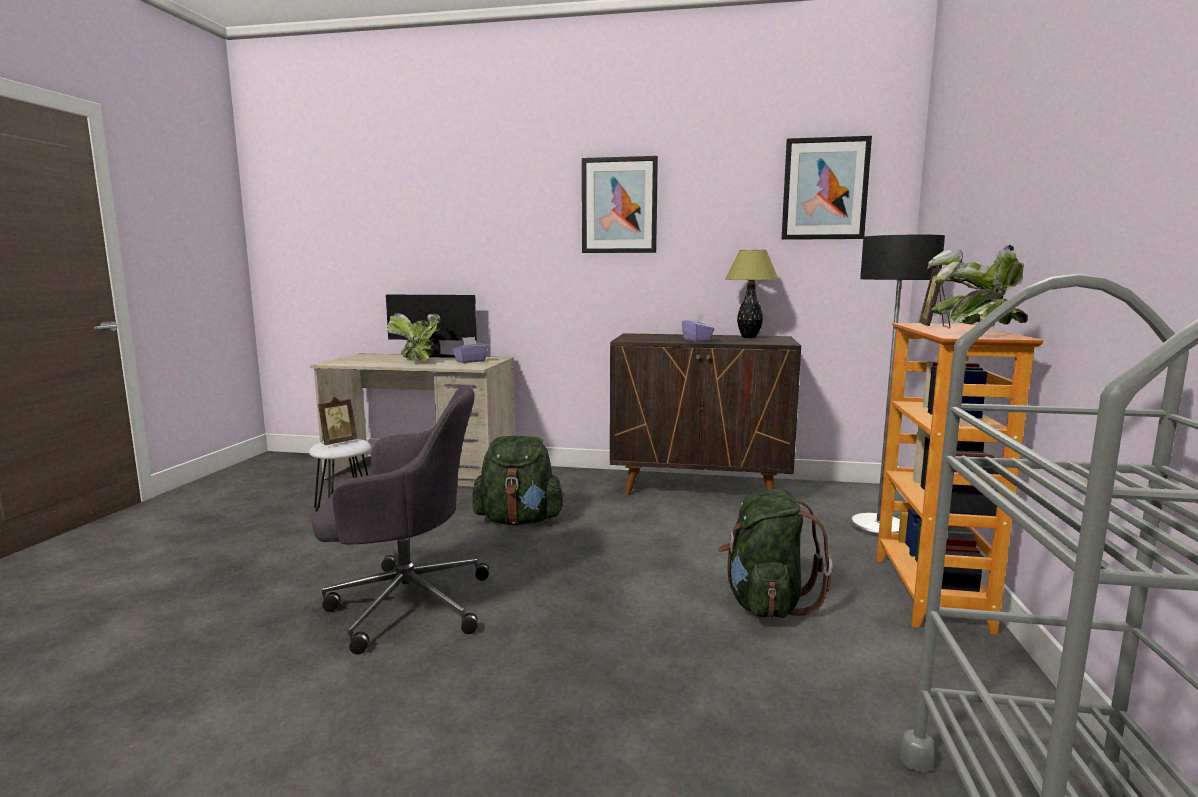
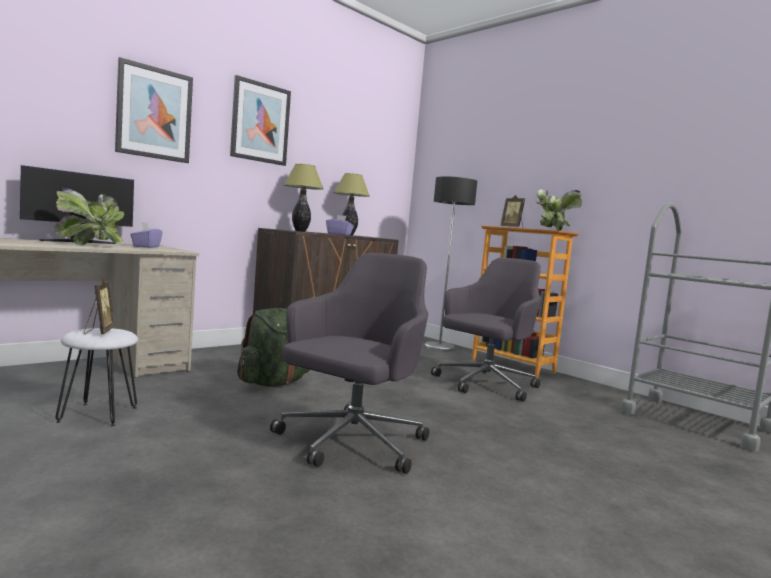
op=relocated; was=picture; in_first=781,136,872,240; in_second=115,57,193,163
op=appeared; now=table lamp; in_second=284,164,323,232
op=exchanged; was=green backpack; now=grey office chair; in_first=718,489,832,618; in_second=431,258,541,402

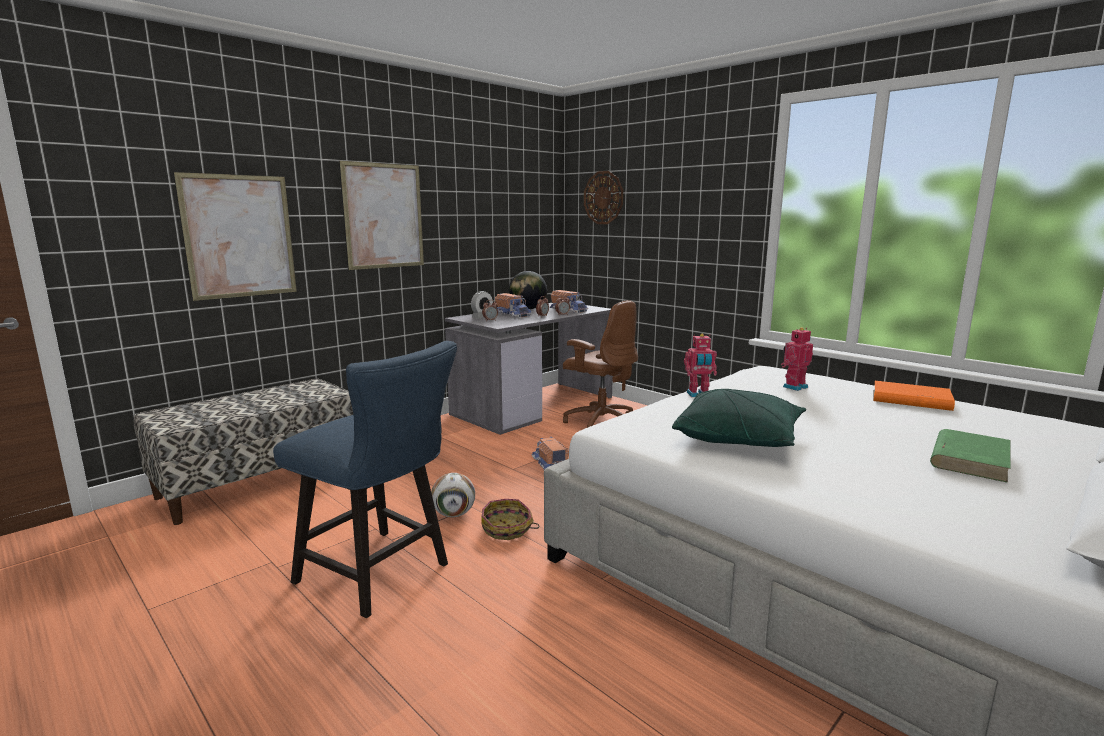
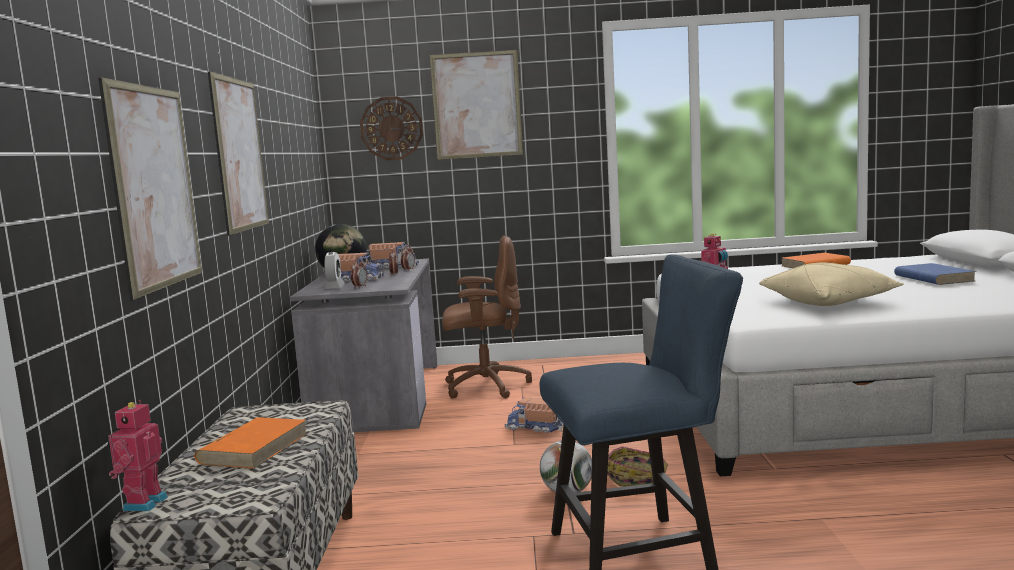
op=relocated; was=toy robot; in_first=781,328,813,391; in_second=108,400,168,511
op=appeared; now=orange book; in_second=195,417,308,469
op=appeared; now=picture; in_second=430,49,523,160
op=colour; was=green pillow; now=beige pillow; in_first=672,389,806,447; in_second=759,262,904,306
op=colour; was=green book; now=blue book; in_first=930,429,1011,483; in_second=894,263,976,285

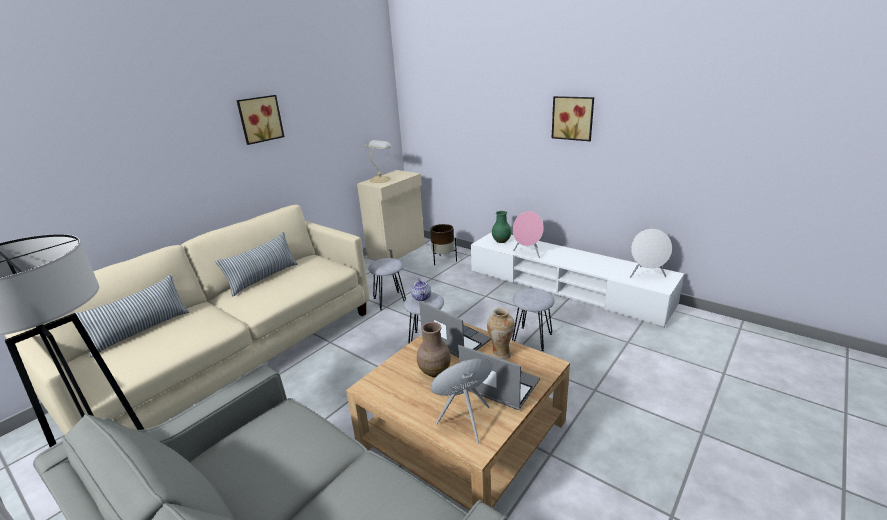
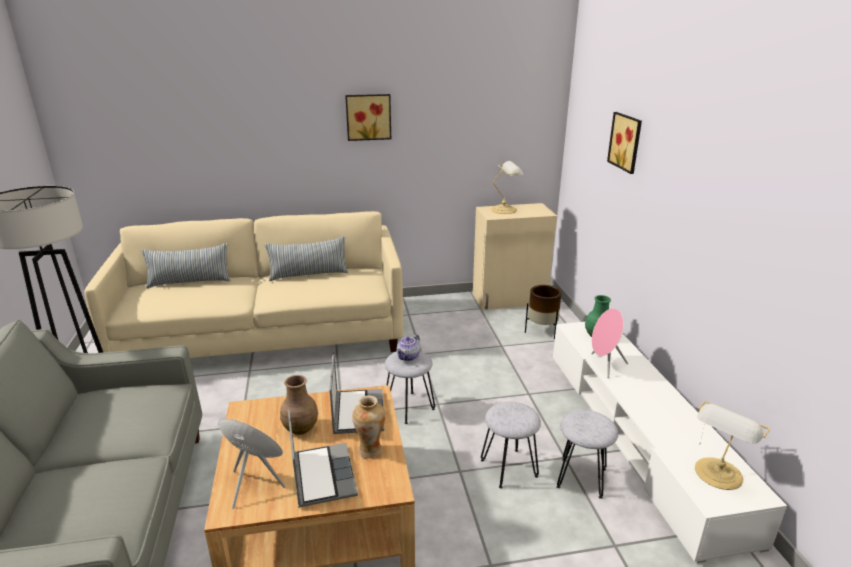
op=relocated; was=grey stool; in_first=368,258,406,310; in_second=557,410,618,499
op=relocated; was=picture; in_first=552,96,594,141; in_second=607,112,642,174
op=exchanged; was=white speaker; now=table lamp; in_first=630,228,672,278; in_second=695,401,770,490

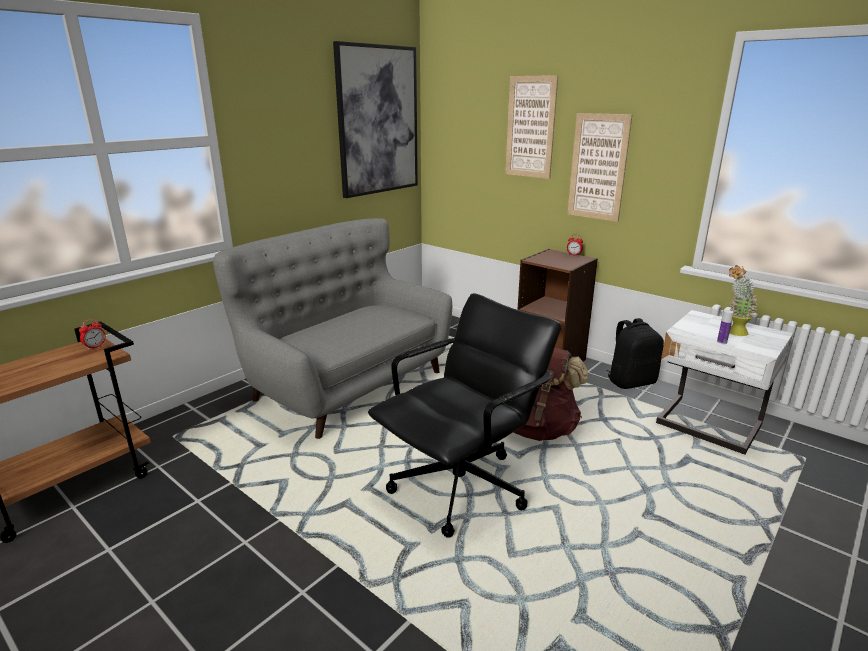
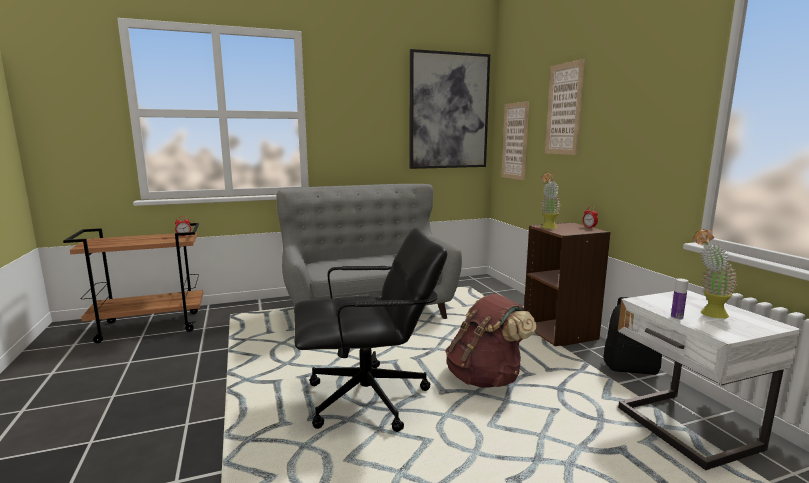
op=relocated; was=picture; in_first=567,113,632,222; in_second=501,101,529,180
op=appeared; now=potted plant; in_second=541,172,561,229

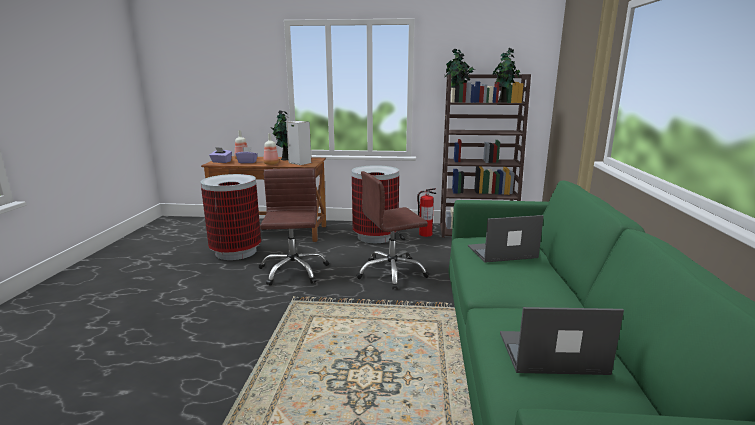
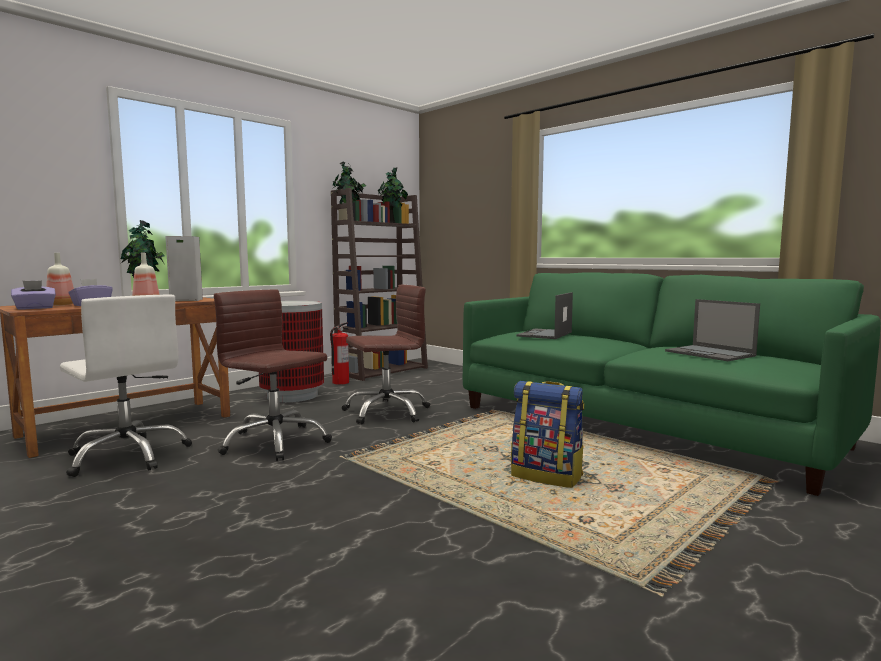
op=exchanged; was=trash can; now=white office chair; in_first=201,174,261,260; in_second=60,295,192,477
op=spun; was=brown office chair; in_first=356,171,429,289; in_second=342,285,430,424; clockwise=-135
op=appeared; now=backpack; in_second=511,381,584,488
op=spun; was=laptop; in_first=500,307,624,375; in_second=665,299,760,361; clockwise=-75

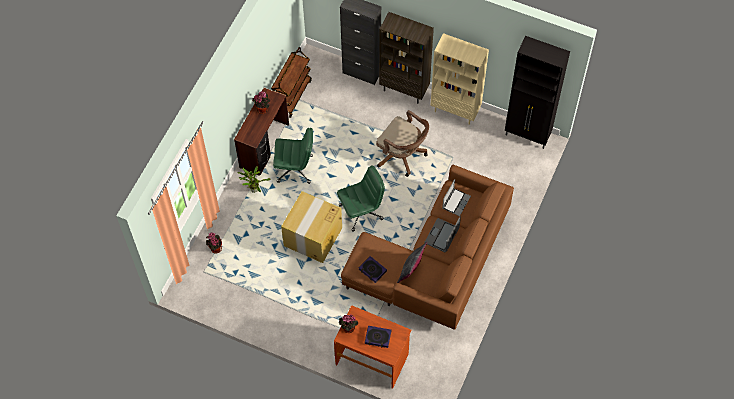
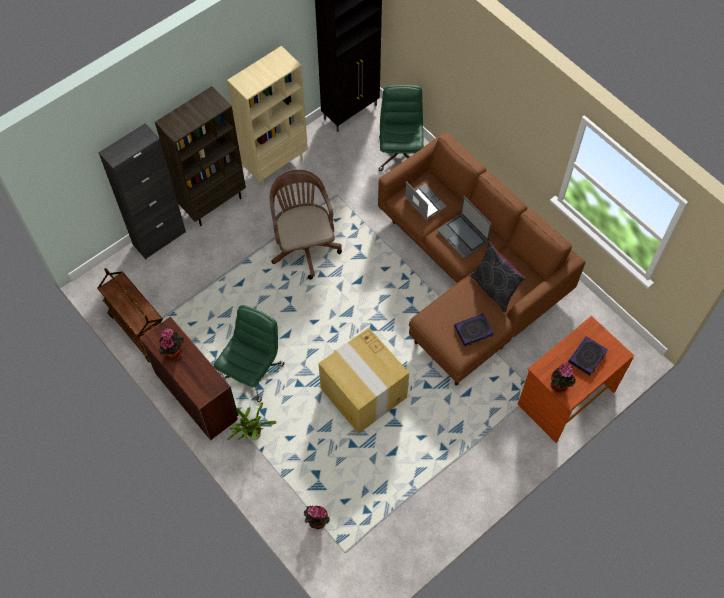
op=spun; was=brown office chair; in_first=376,110,429,177; in_second=270,170,342,280; clockwise=-75
op=relocated; was=green office chair; in_first=337,166,385,232; in_second=379,85,424,171

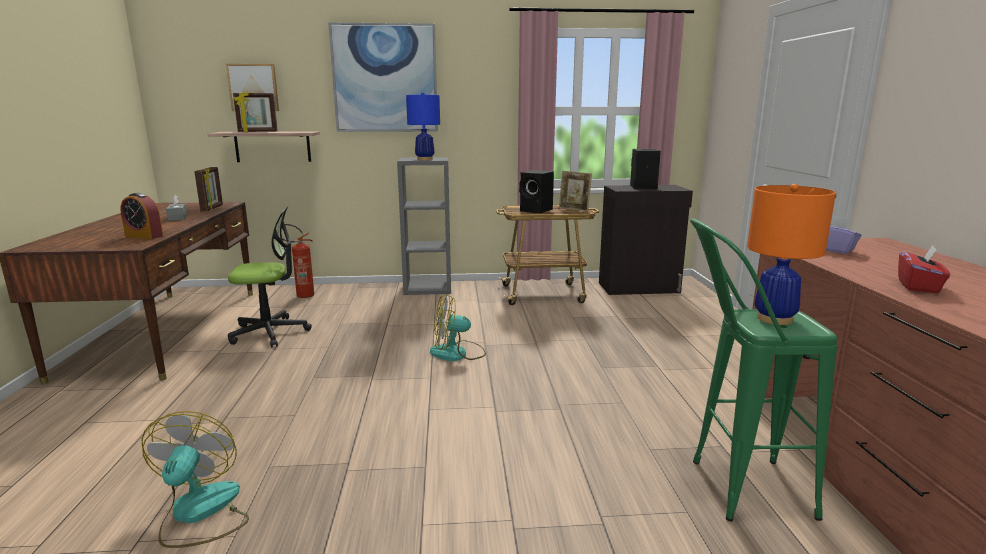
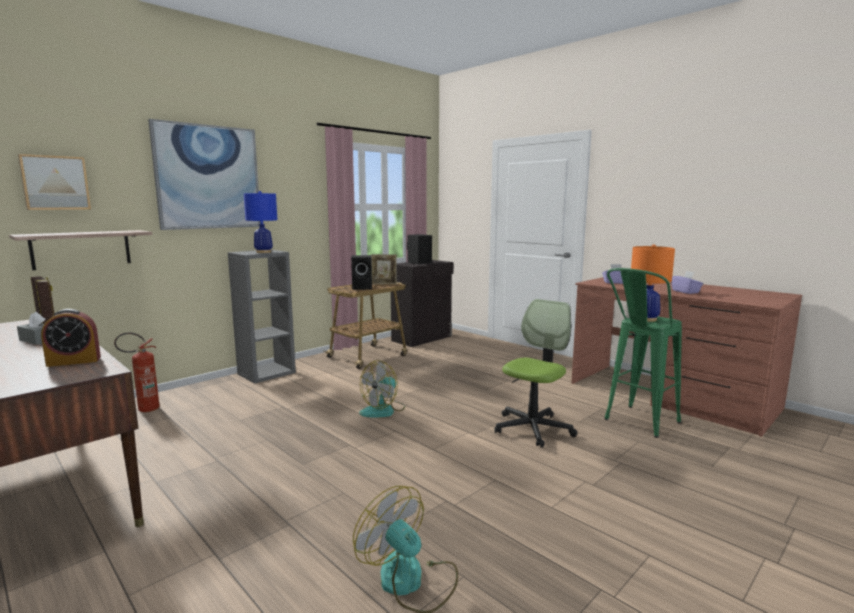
op=relocated; was=office chair; in_first=228,206,312,347; in_second=494,299,577,447
op=colour; was=red tissue box; now=purple tissue box; in_first=898,245,950,293; in_second=671,271,703,294
op=missing; was=picture frame; in_first=233,91,278,132

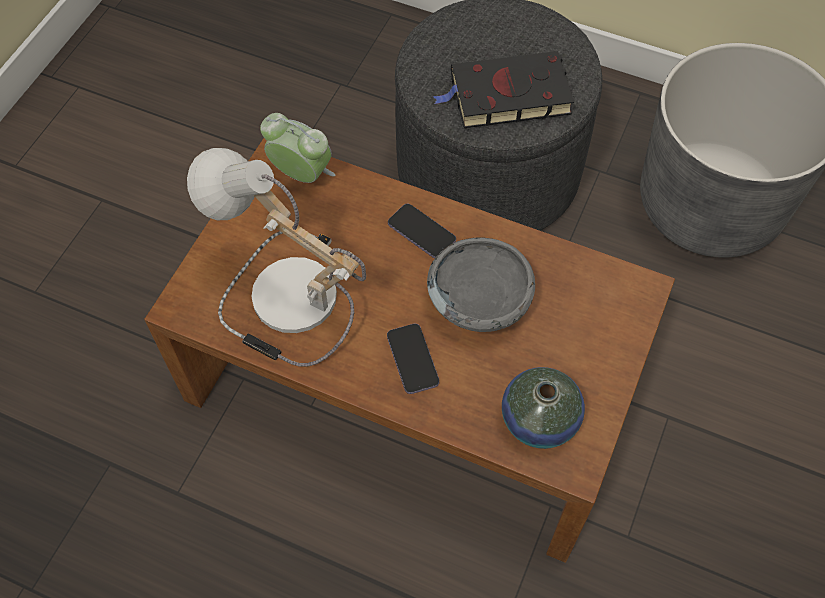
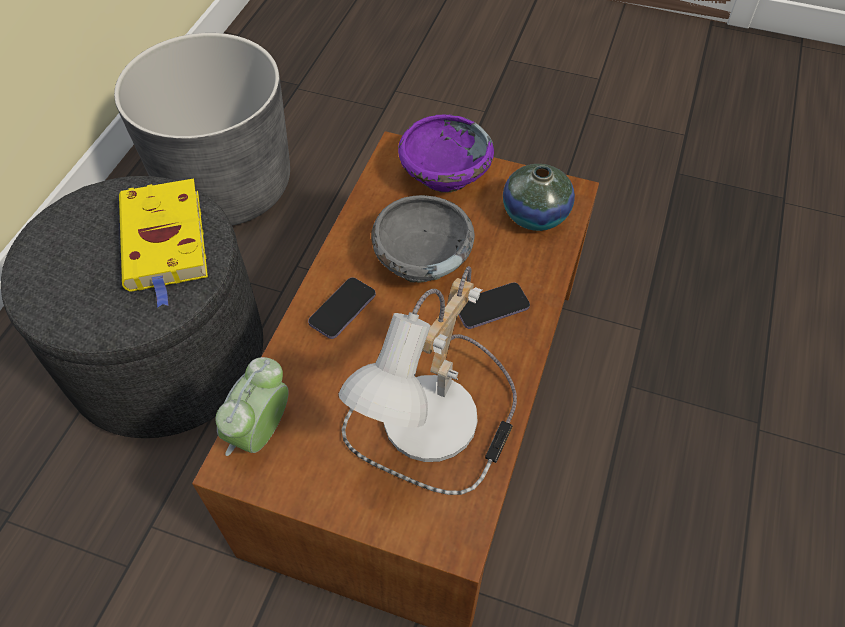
op=colour; was=black book; now=yellow book; in_first=434,51,574,128; in_second=119,178,208,308
op=appeared; now=purple bowl; in_second=398,114,494,193

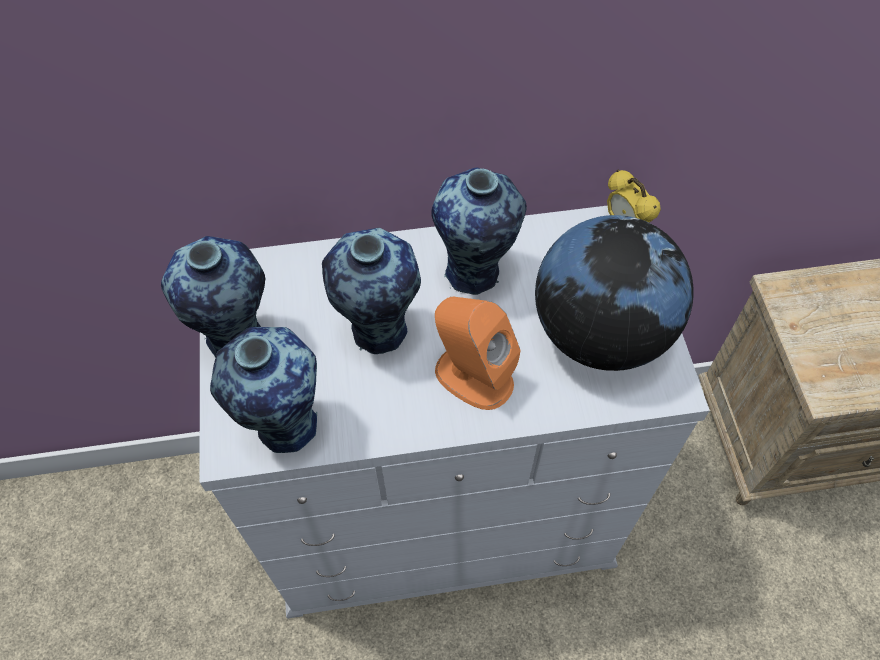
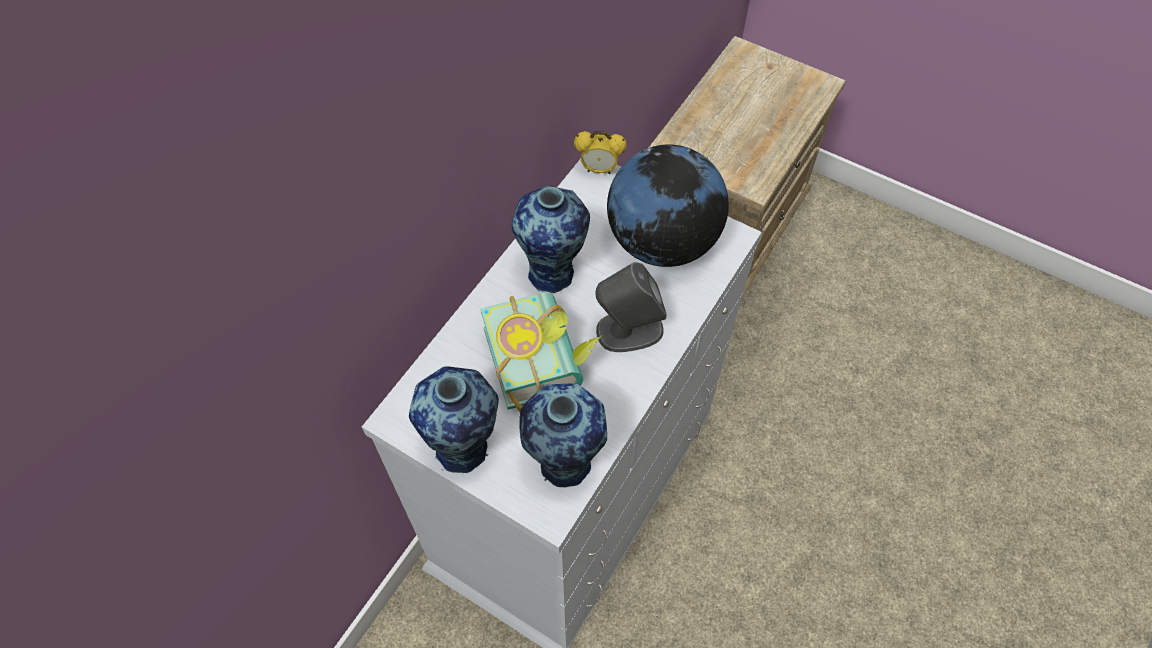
op=exchanged; was=vase; now=book; in_first=322,228,421,354; in_second=481,292,603,412
op=colour; was=orange speaker; now=grey speaker; in_first=435,297,521,410; in_second=595,262,667,352

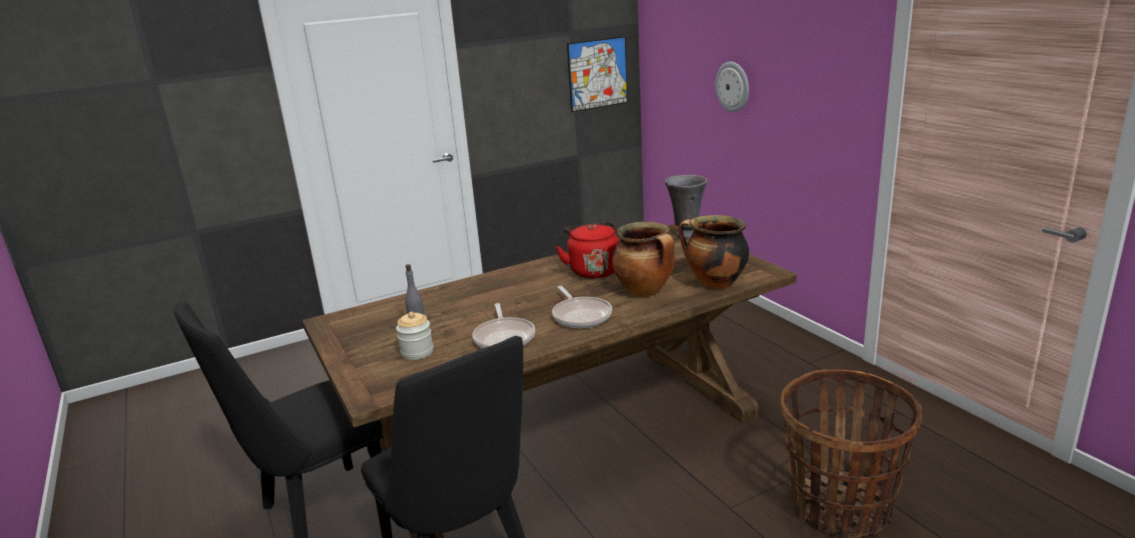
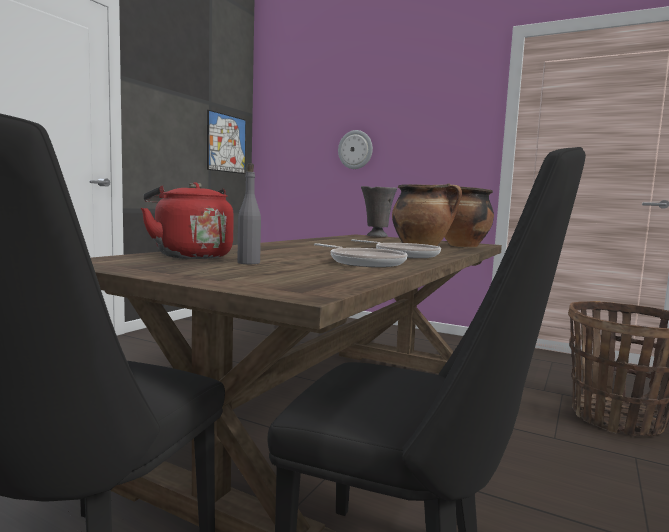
op=relocated; was=red kettle; in_first=556,222,619,279; in_second=141,182,234,259
op=missing; was=jar; in_first=396,312,433,360

